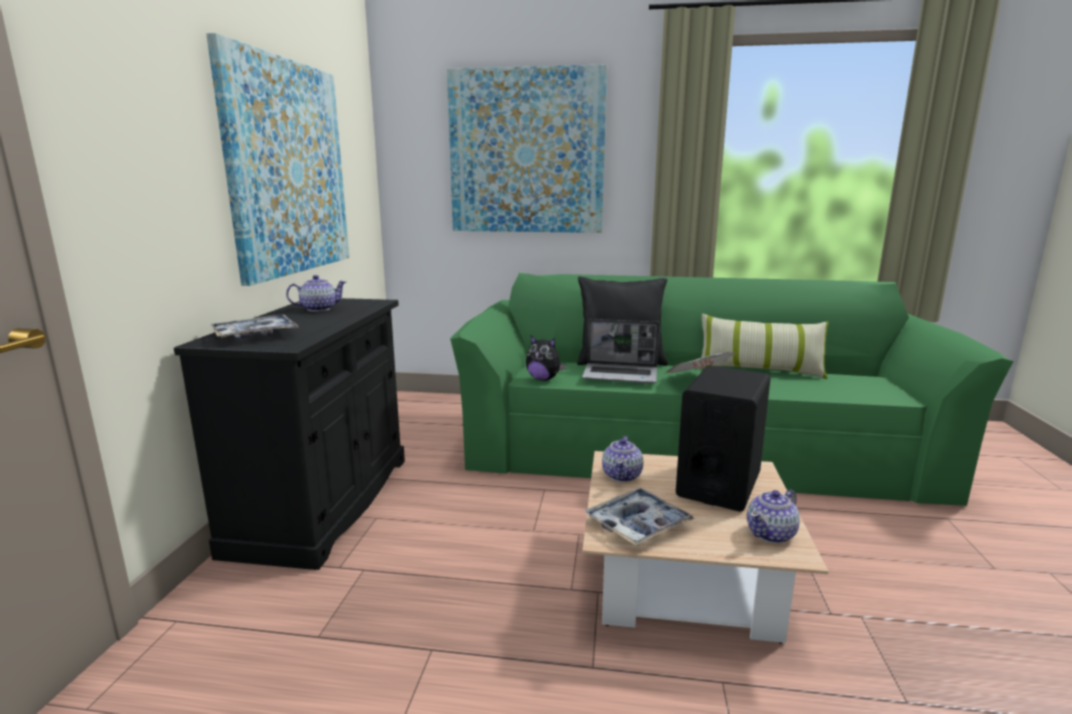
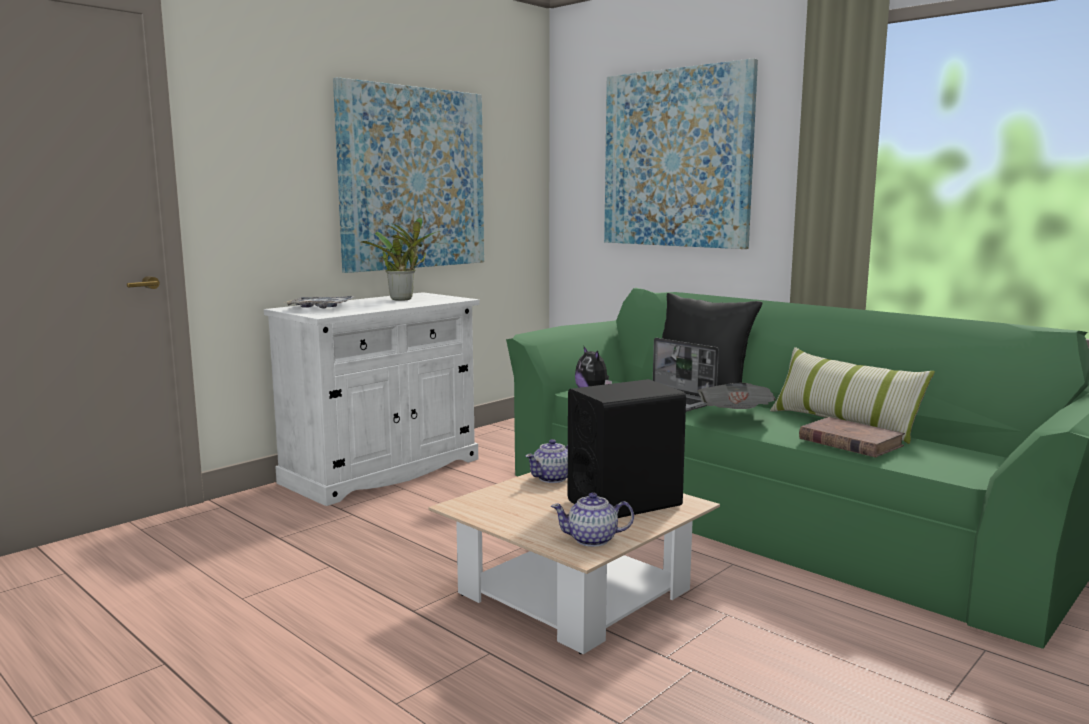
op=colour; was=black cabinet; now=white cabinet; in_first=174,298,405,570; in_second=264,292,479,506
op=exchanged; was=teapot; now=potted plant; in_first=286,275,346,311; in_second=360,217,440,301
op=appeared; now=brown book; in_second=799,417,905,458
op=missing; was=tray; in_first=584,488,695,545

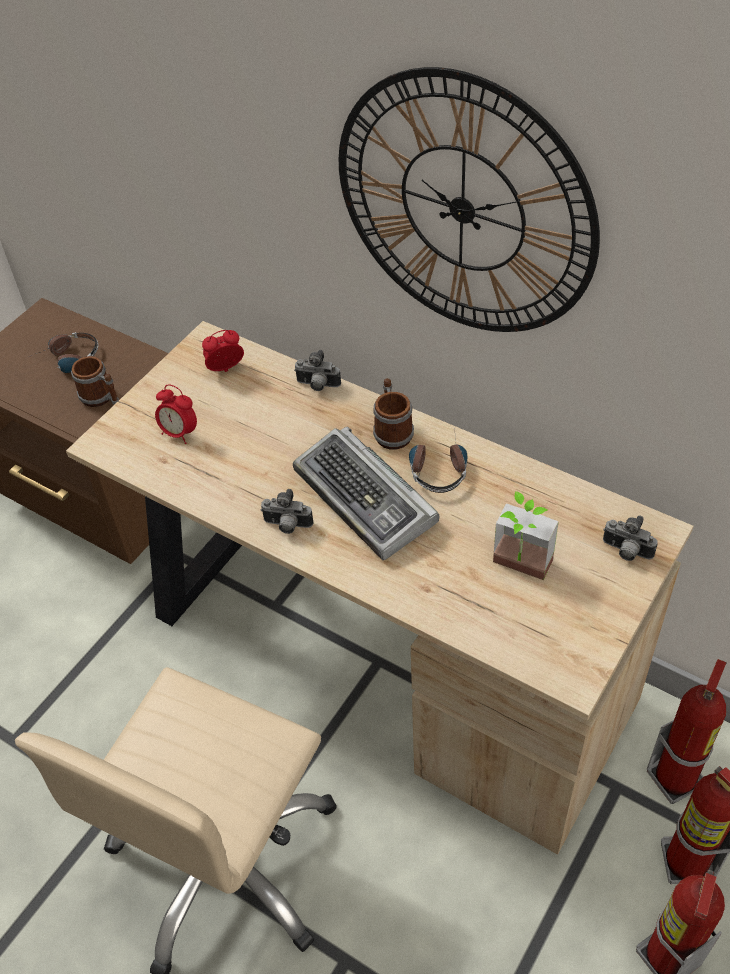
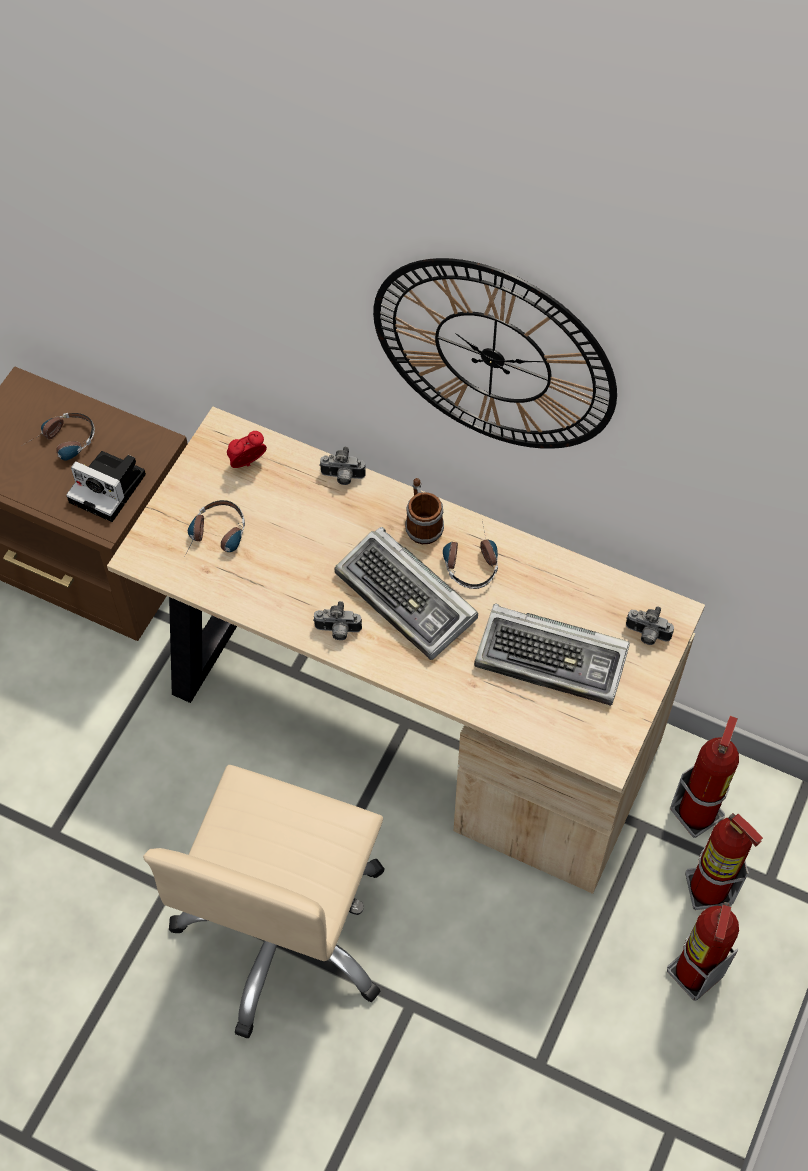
op=exchanged; was=mug; now=photo camera; in_first=71,356,119,407; in_second=66,451,146,522
op=exchanged; was=alarm clock; now=headphones; in_first=155,384,197,444; in_second=183,500,245,560
op=exchanged; was=potted plant; now=keyboard; in_first=493,491,559,580; in_second=474,603,630,706

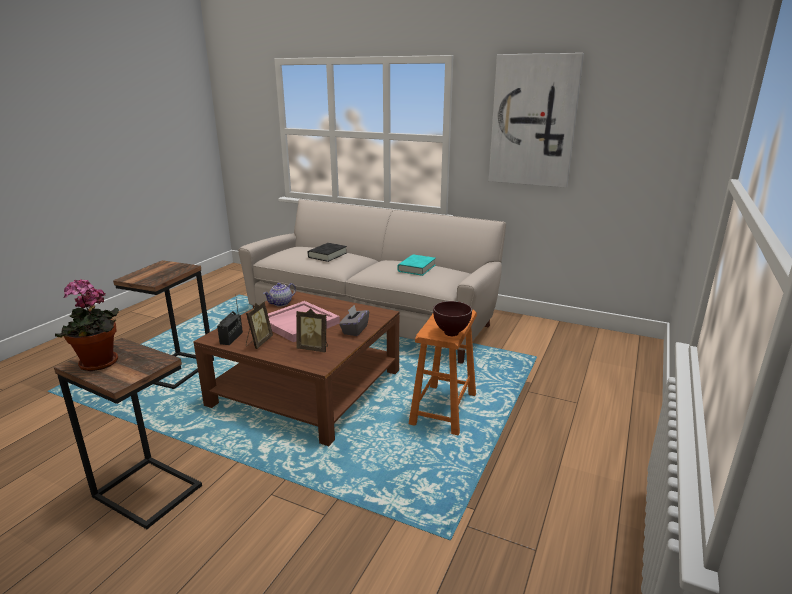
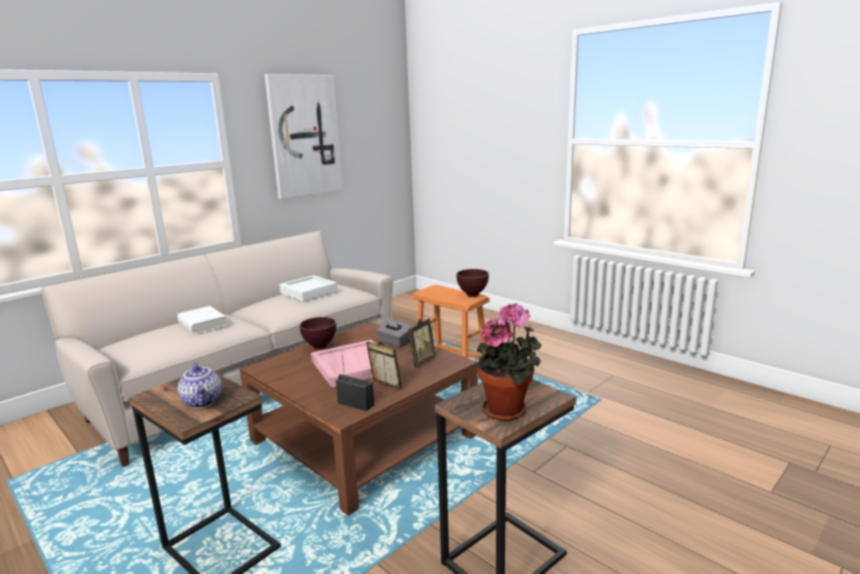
op=colour; was=black book; now=white book; in_first=308,243,347,262; in_second=177,306,227,334
op=relocated; was=teapot; in_first=263,283,296,307; in_second=178,363,222,408
op=exchanged; was=turquoise book; now=white tray; in_first=397,254,436,276; in_second=279,275,337,302
op=appeared; now=brown bowl; in_second=299,317,336,350

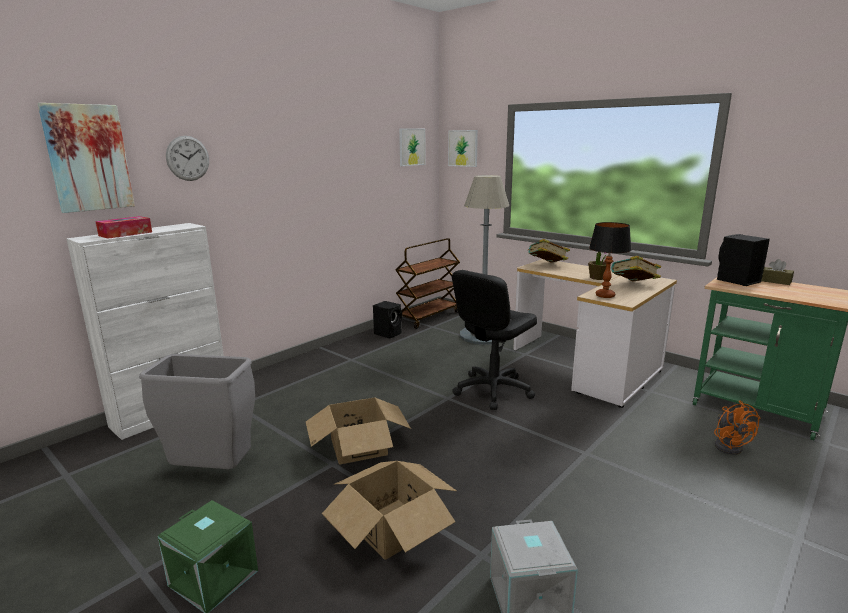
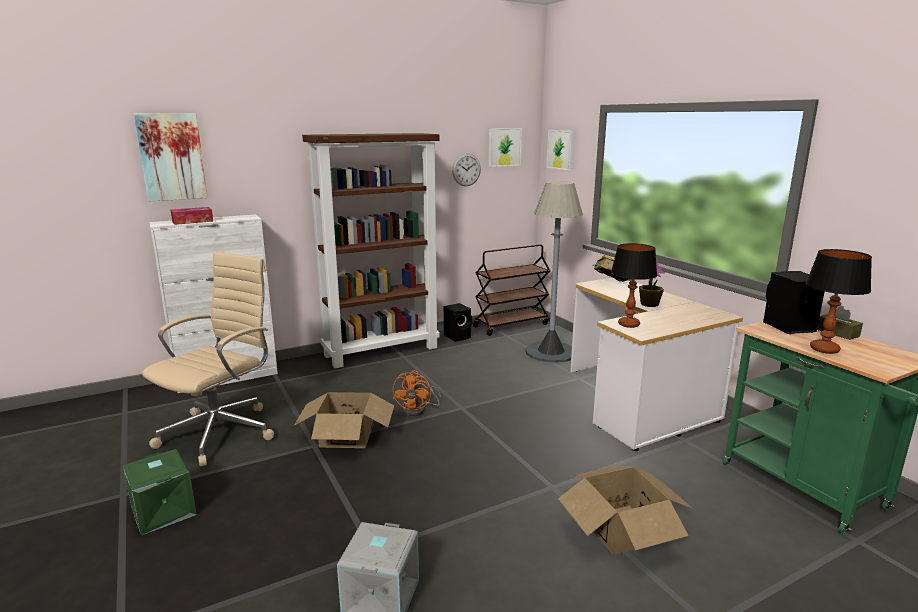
op=exchanged; was=grey trash can; now=beige office chair; in_first=139,354,255,469; in_second=142,252,274,466
op=appeared; now=brown bookcase; in_second=302,133,440,368
op=relocated; was=orange fan; in_first=714,400,760,455; in_second=393,370,441,416
op=relocated; was=wall clock; in_first=166,136,209,181; in_second=452,153,481,186
op=relocated; was=cardboard box; in_first=322,461,457,560; in_second=558,466,693,555
op=appeared; now=table lamp; in_second=806,249,872,354
op=missing; was=black office chair; in_first=452,270,537,410
op=missing; was=book; in_first=611,256,661,281

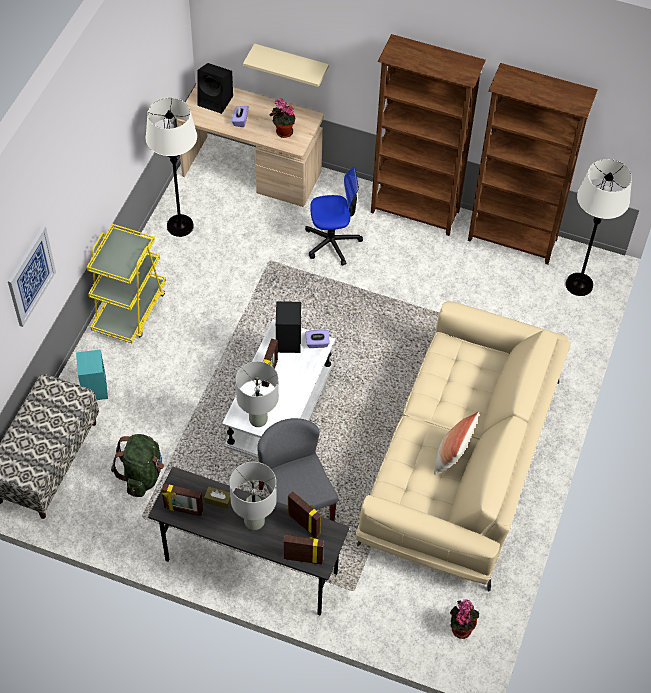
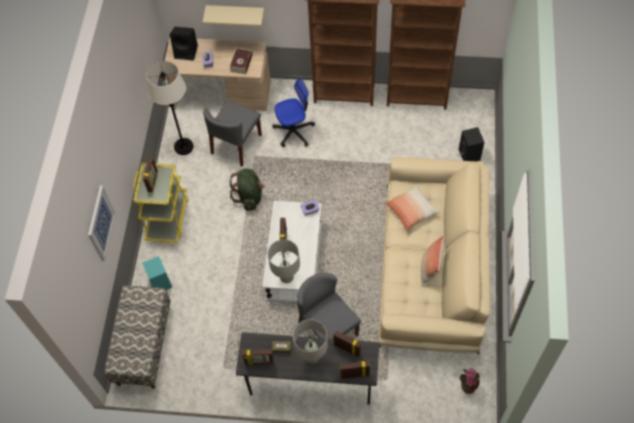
op=appeared; now=picture frame; in_second=143,157,158,192
op=appeared; now=grey chair; in_second=203,100,262,166
op=exchanged; was=potted plant; now=book; in_first=269,98,295,138; in_second=229,48,253,74
op=relocated; was=green backpack; in_first=111,434,164,497; in_second=230,169,265,211
op=appeared; now=pillow; in_second=385,185,439,231
op=relocated; was=black speaker; in_first=276,301,301,353; in_second=459,127,485,161
op=missing; was=white floor lamp; in_first=566,159,632,296

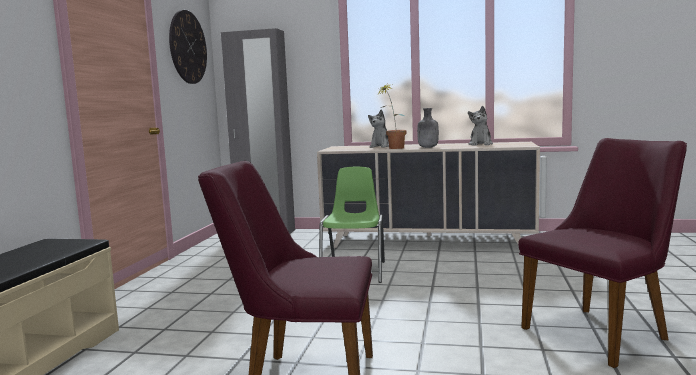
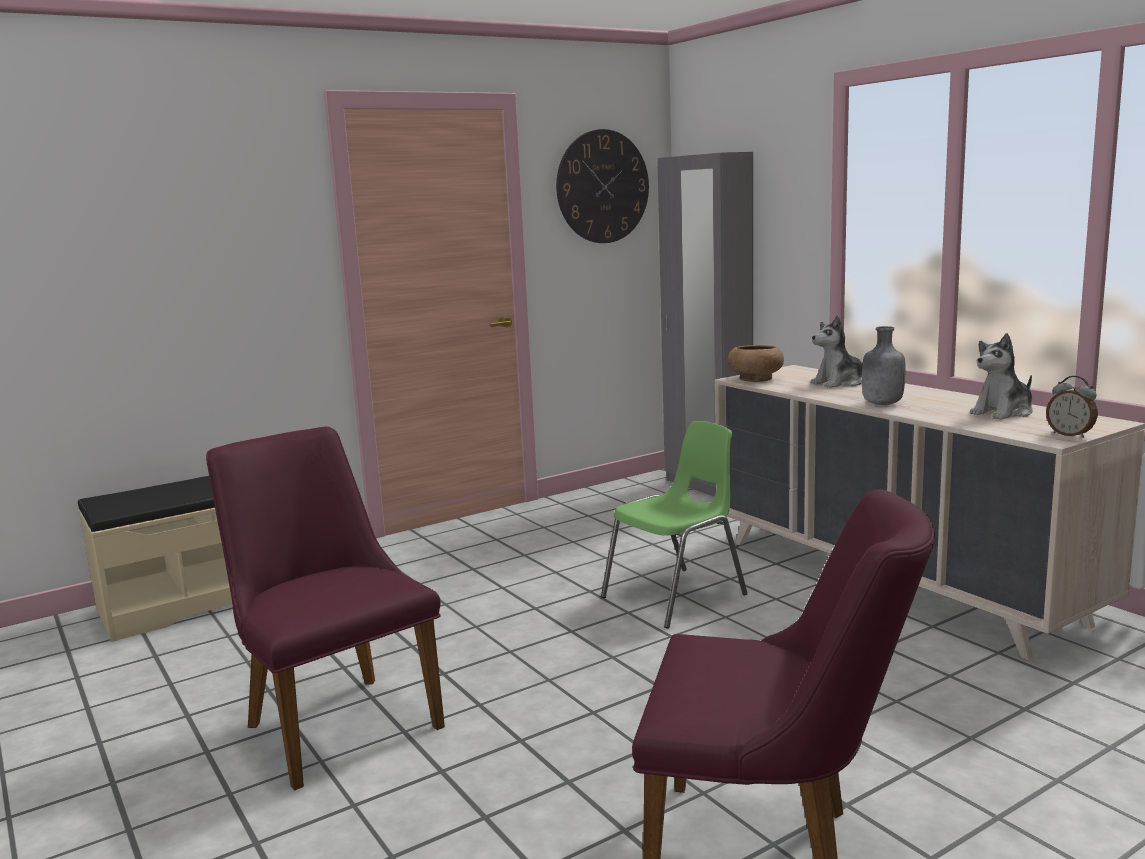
op=appeared; now=brown bowl; in_second=727,345,784,382
op=appeared; now=alarm clock; in_second=1046,376,1098,438
op=missing; was=potted plant; in_first=377,84,407,149

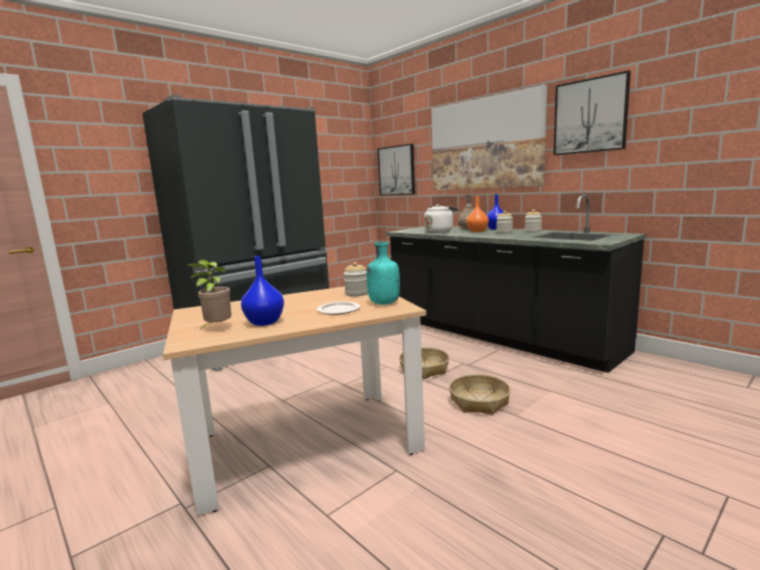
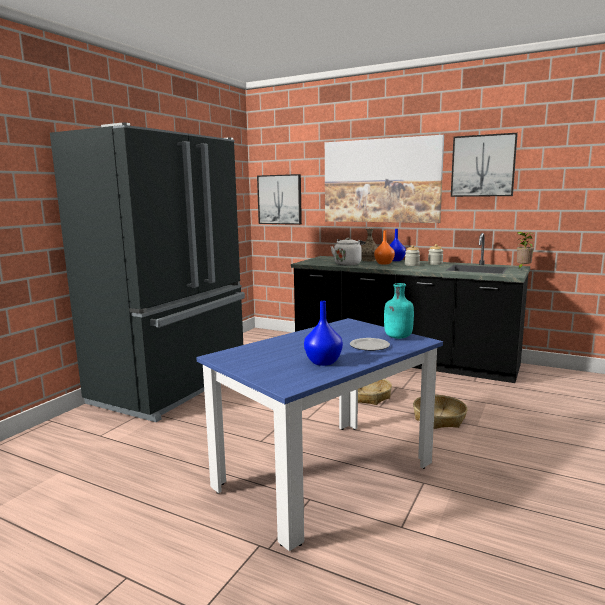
op=colour; was=beige dining table; now=blue dining table; in_first=163,286,426,515; in_second=196,318,443,551
op=relocated; was=potted plant; in_first=186,260,232,332; in_second=517,232,535,268
op=missing; was=jar; in_first=344,262,368,297

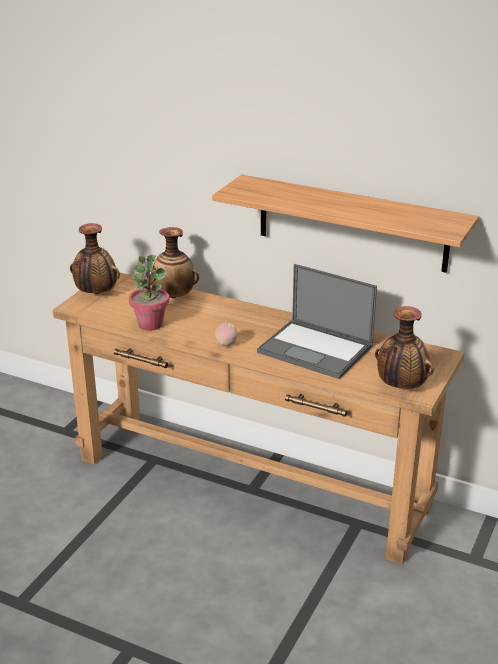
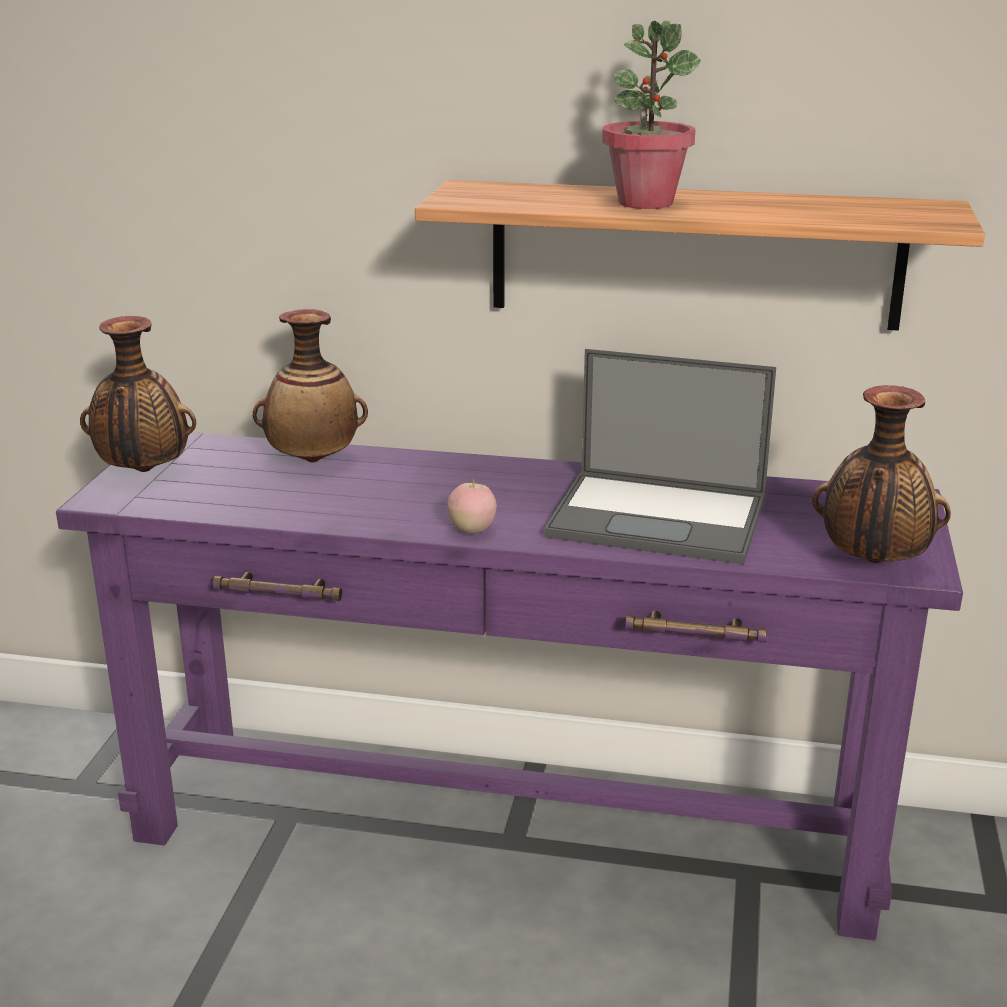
op=colour; was=brown console table; now=purple console table; in_first=53,273,465,565; in_second=56,432,963,940
op=relocated; was=potted plant; in_first=129,255,169,331; in_second=602,21,701,209

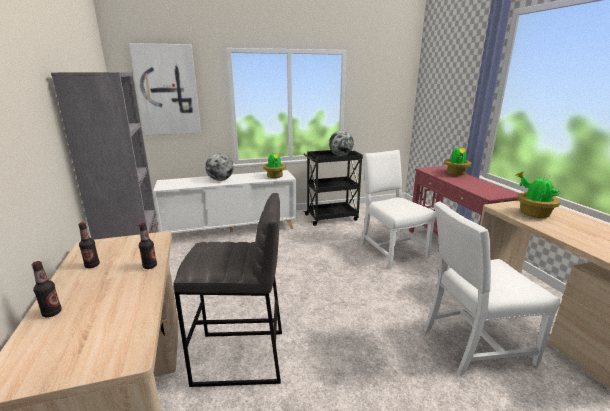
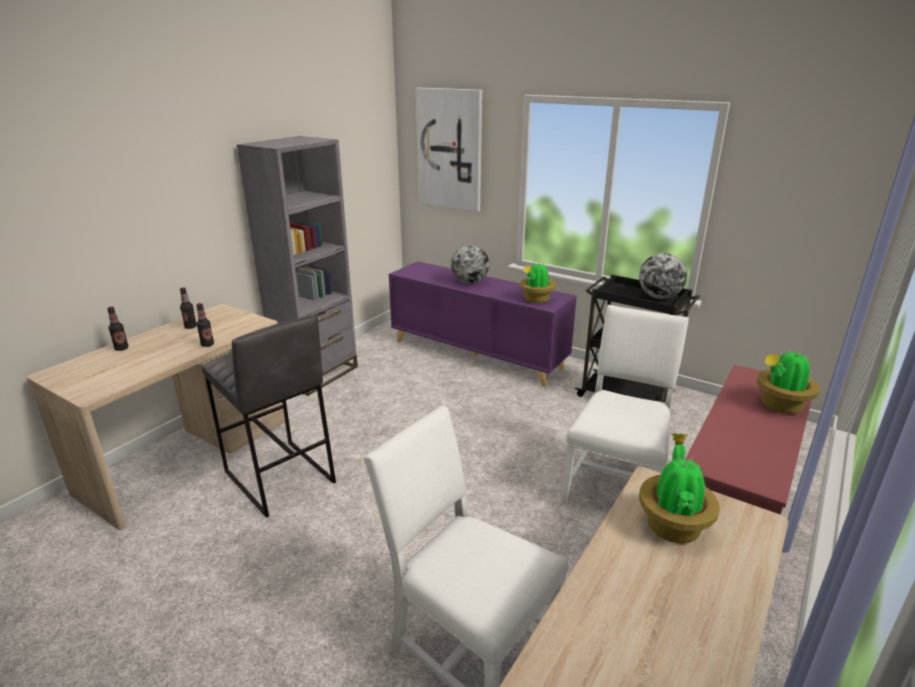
op=colour; was=white cabinet; now=purple cabinet; in_first=153,170,297,235; in_second=389,261,577,387

